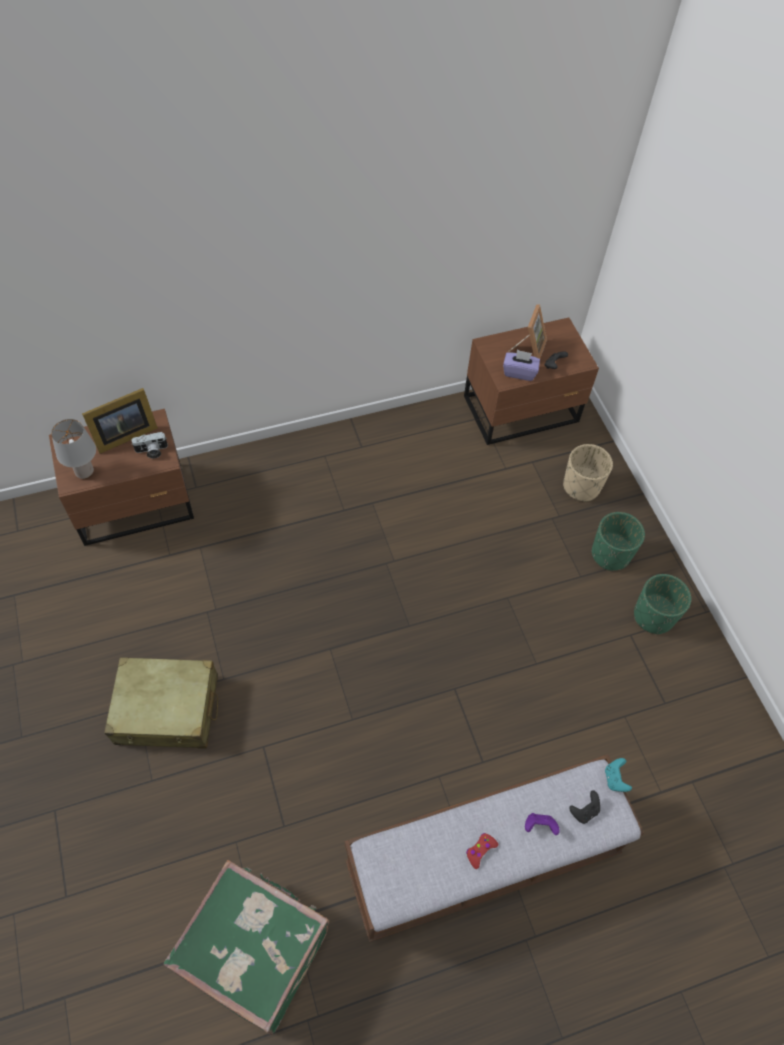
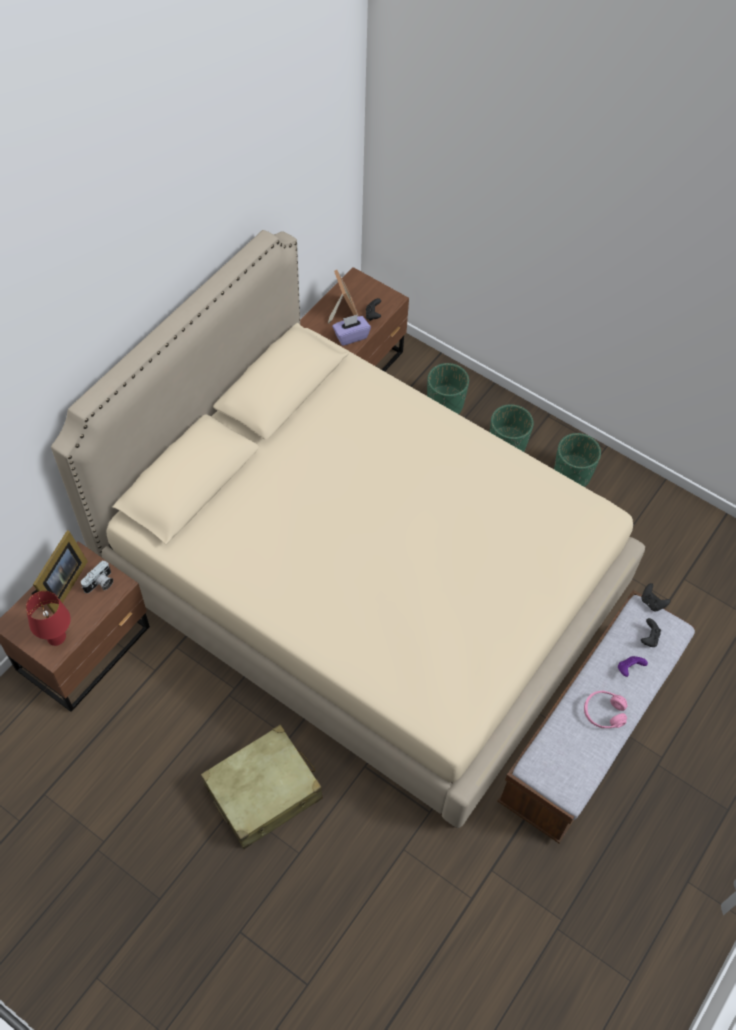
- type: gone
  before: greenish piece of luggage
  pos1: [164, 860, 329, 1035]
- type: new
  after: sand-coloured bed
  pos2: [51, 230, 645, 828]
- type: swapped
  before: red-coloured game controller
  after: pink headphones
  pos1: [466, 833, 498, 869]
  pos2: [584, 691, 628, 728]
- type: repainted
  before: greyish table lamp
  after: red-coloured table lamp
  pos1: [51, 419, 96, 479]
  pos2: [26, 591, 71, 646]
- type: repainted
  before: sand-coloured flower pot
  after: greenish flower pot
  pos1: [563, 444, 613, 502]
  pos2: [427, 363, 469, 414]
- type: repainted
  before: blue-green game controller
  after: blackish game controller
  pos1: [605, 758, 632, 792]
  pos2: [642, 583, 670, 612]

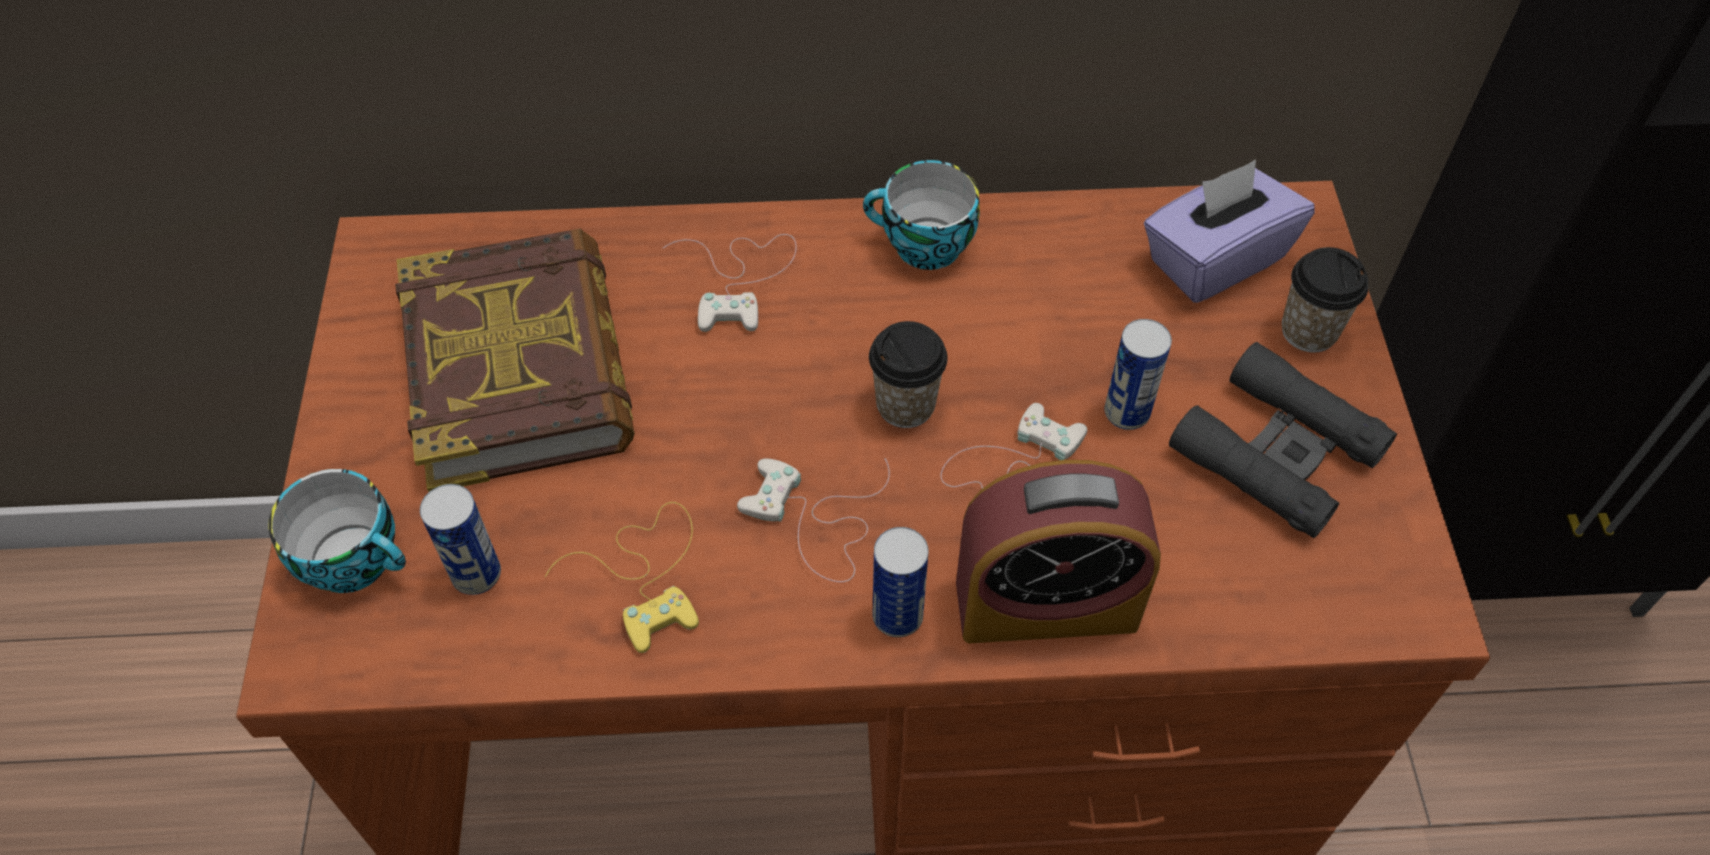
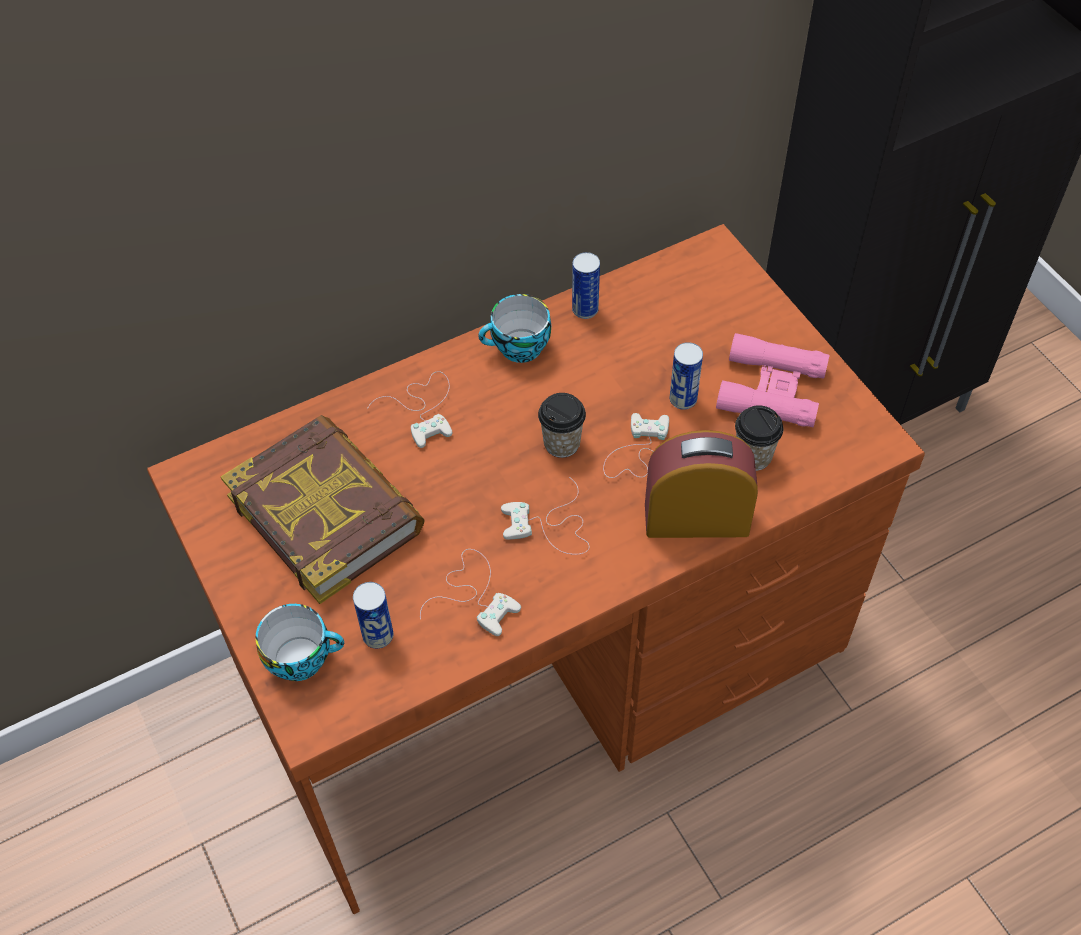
- type: gone
  before: purple-coloured tissue box
  pos1: [1144, 160, 1315, 303]
- type: shifted
  before: metal can
  pos1: [873, 527, 929, 637]
  pos2: [572, 252, 600, 319]
- type: shifted
  before: small cup
  pos1: [1282, 247, 1368, 353]
  pos2: [735, 405, 783, 471]
- type: repainted
  before: yellowish game controller
  after: whitish game controller
  pos1: [545, 502, 699, 653]
  pos2: [420, 549, 521, 636]
- type: repainted
  before: blackish pair of binoculars
  after: pink pair of binoculars
  pos1: [1169, 342, 1397, 538]
  pos2: [716, 333, 829, 427]
- type: rotated
  before: table clock
  pos1: [956, 460, 1161, 643]
  pos2: [645, 430, 758, 538]
  turn: -150

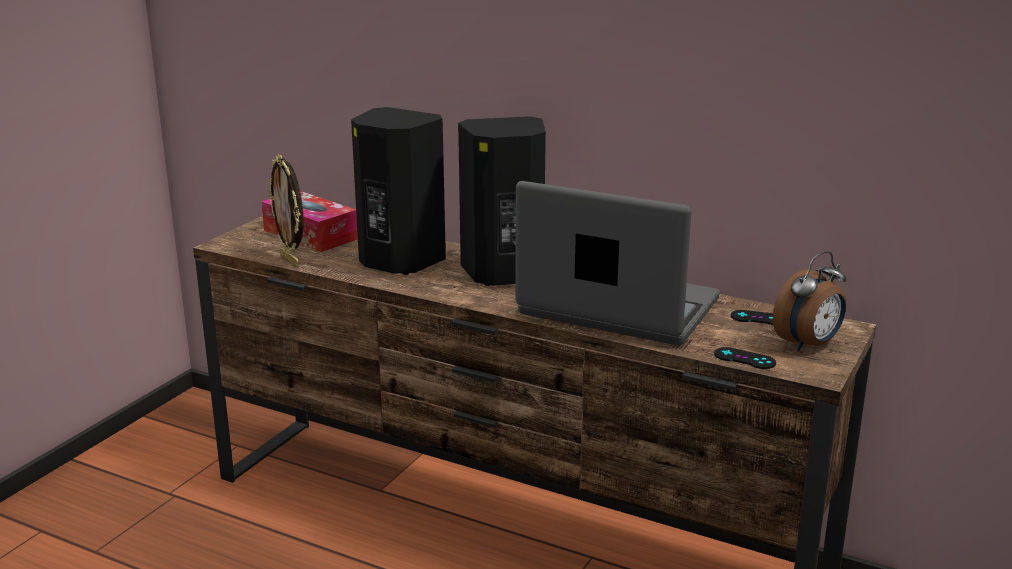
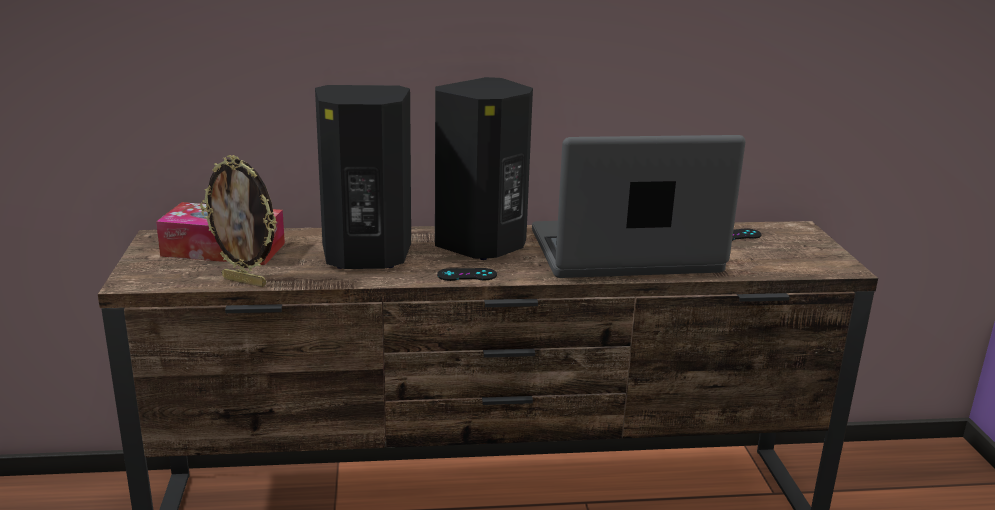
- type: gone
  before: table clock
  pos1: [773, 251, 846, 351]
- type: shifted
  before: blackish game controller
  pos1: [714, 347, 776, 369]
  pos2: [437, 268, 497, 281]

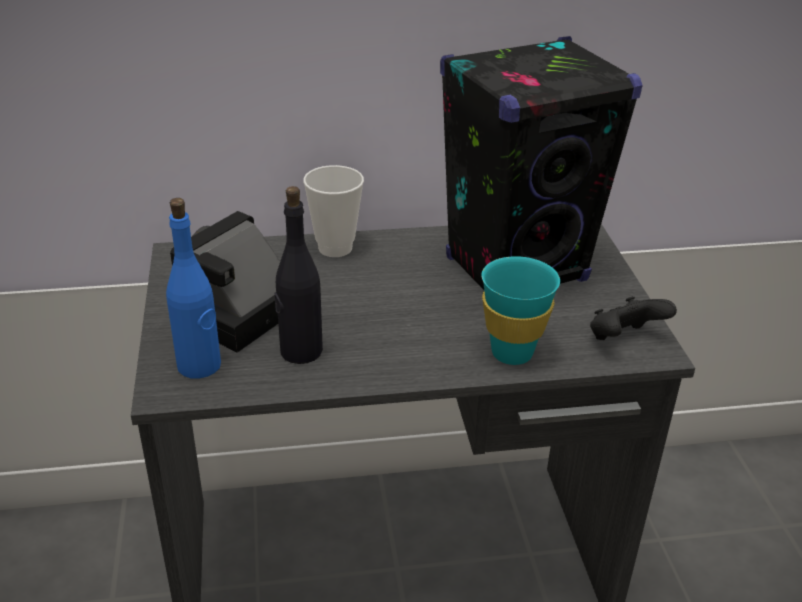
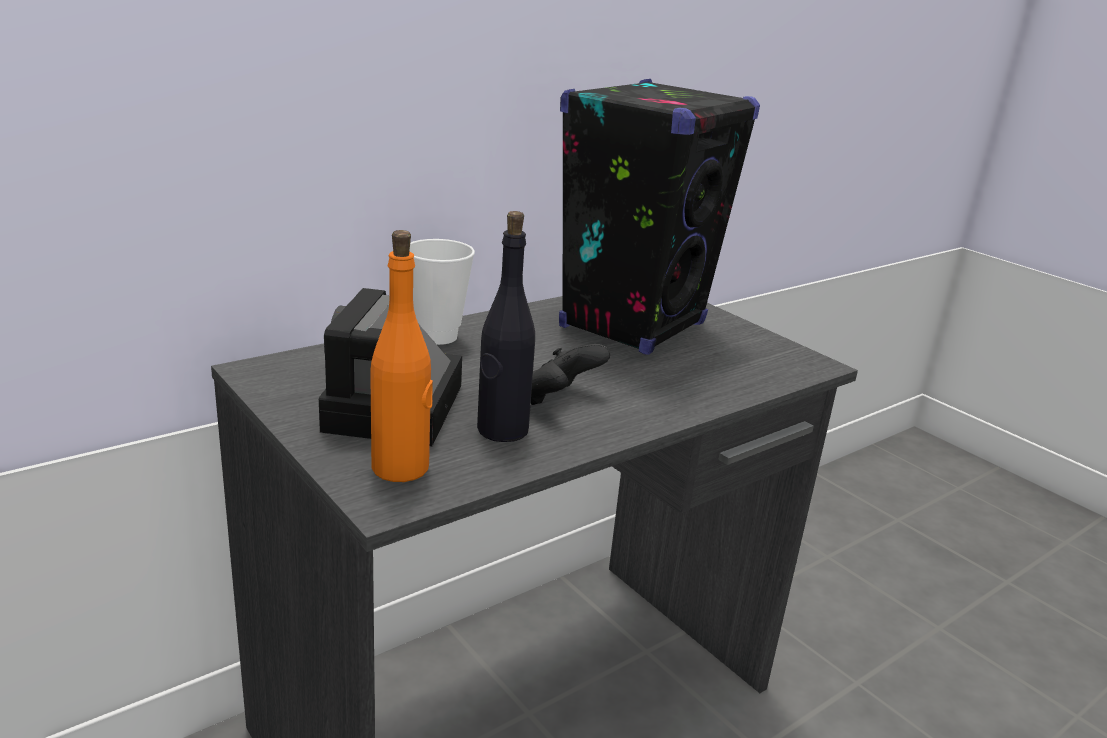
- type: gone
  before: blue-green small cup
  pos1: [482, 256, 560, 365]
- type: shifted
  before: blackish game controller
  pos1: [590, 296, 677, 340]
  pos2: [531, 344, 610, 405]
- type: repainted
  before: bluish drink bottle
  after: orange drink bottle
  pos1: [166, 198, 221, 379]
  pos2: [370, 230, 433, 482]

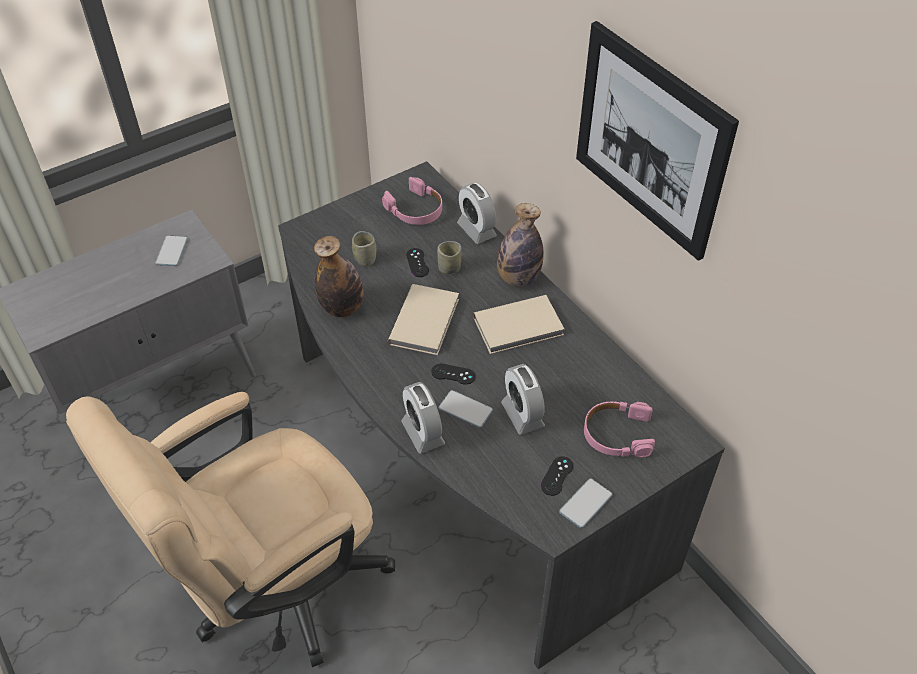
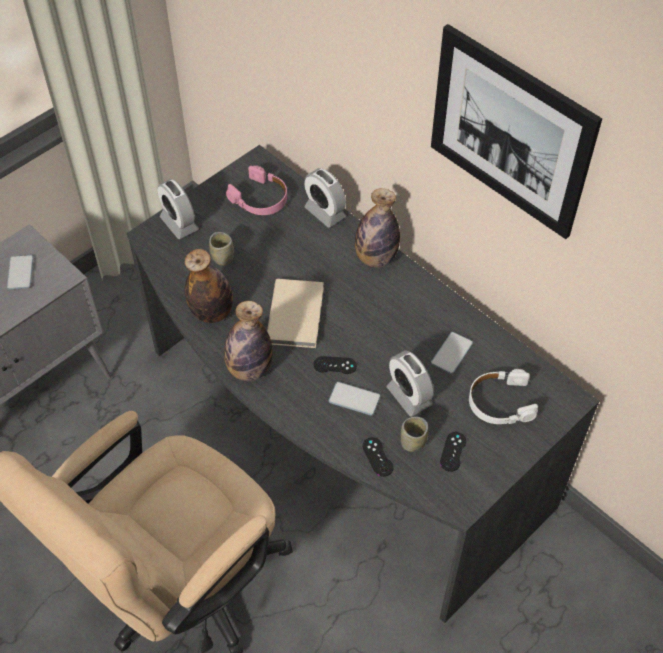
- type: gone
  before: sand-coloured book
  pos1: [473, 295, 564, 354]
- type: new
  after: drink bottle
  pos2: [224, 301, 273, 381]
- type: shifted
  before: table clock
  pos1: [401, 382, 445, 454]
  pos2: [157, 179, 199, 239]
- type: shifted
  before: blackish game controller
  pos1: [406, 248, 429, 277]
  pos2: [362, 437, 394, 477]
- type: shifted
  before: small cup
  pos1: [437, 241, 462, 274]
  pos2: [401, 417, 428, 452]
- type: shifted
  before: handset
  pos1: [559, 478, 613, 528]
  pos2: [431, 332, 473, 374]
- type: repainted
  before: pink headphones
  after: whitish headphones
  pos1: [584, 402, 655, 458]
  pos2: [469, 369, 538, 424]

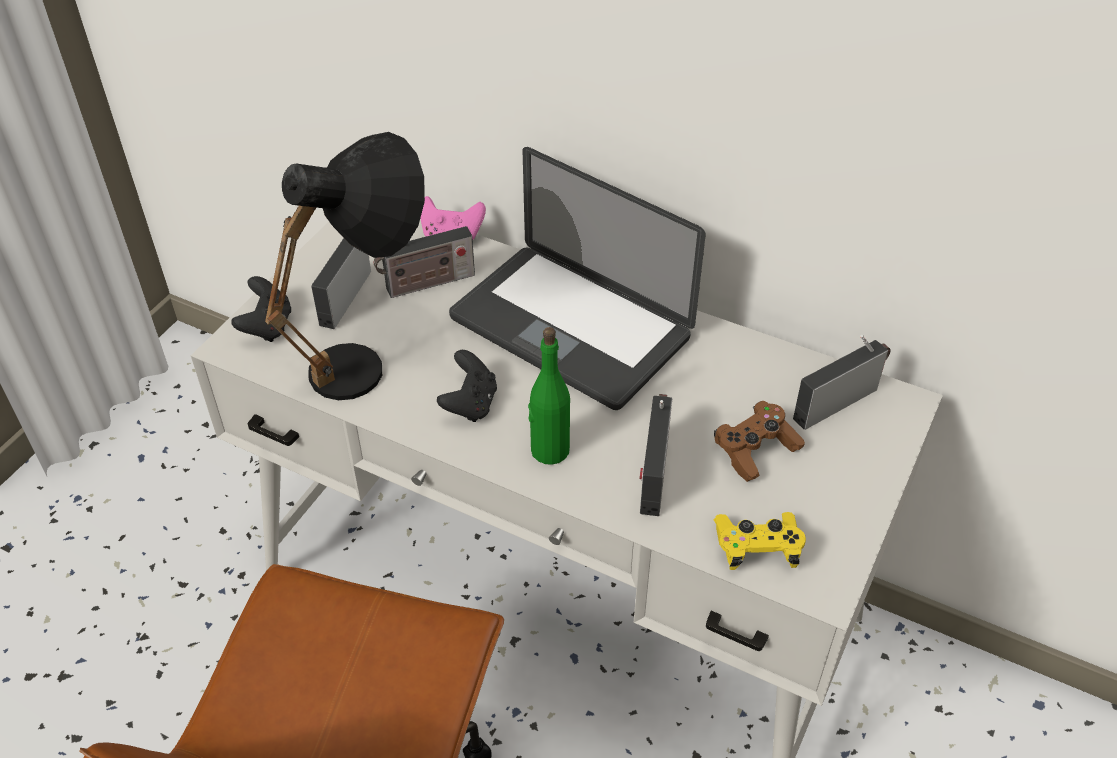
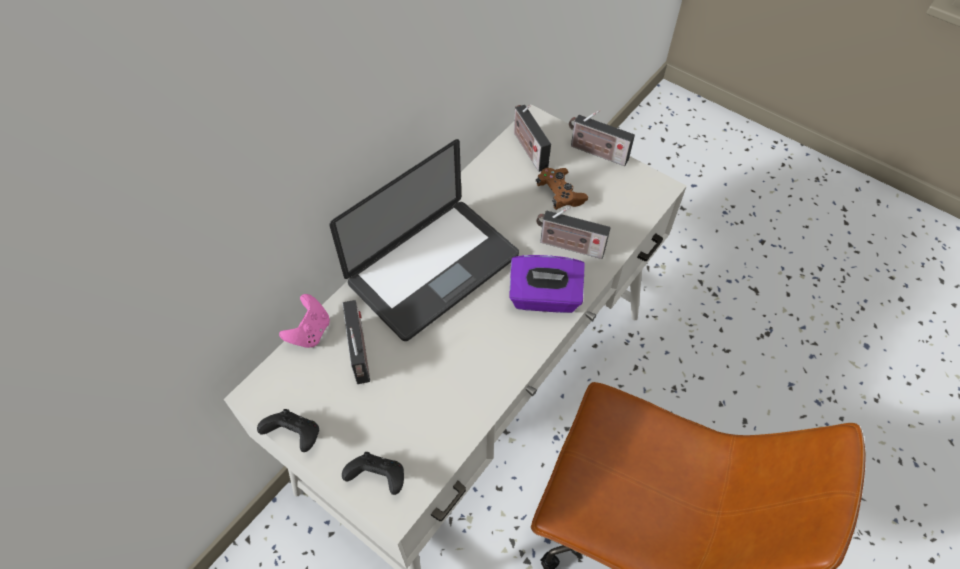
- type: gone
  before: blackish table lamp
  pos1: [265, 132, 425, 400]
- type: gone
  before: yellowish game controller
  pos1: [713, 512, 806, 570]
- type: shifted
  before: radio set
  pos1: [311, 238, 371, 329]
  pos2: [569, 110, 635, 166]
- type: shifted
  before: blackish game controller
  pos1: [437, 350, 497, 422]
  pos2: [257, 409, 319, 452]
- type: swapped
  before: greenish drink bottle
  after: purple-coloured tissue box
  pos1: [528, 327, 570, 465]
  pos2: [509, 255, 585, 313]

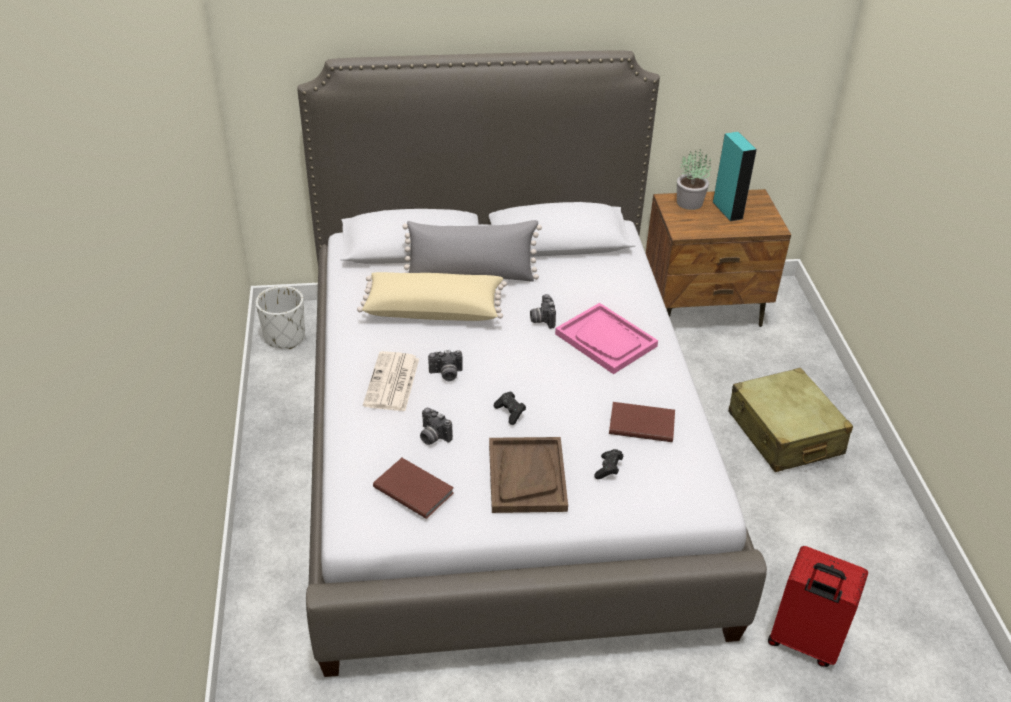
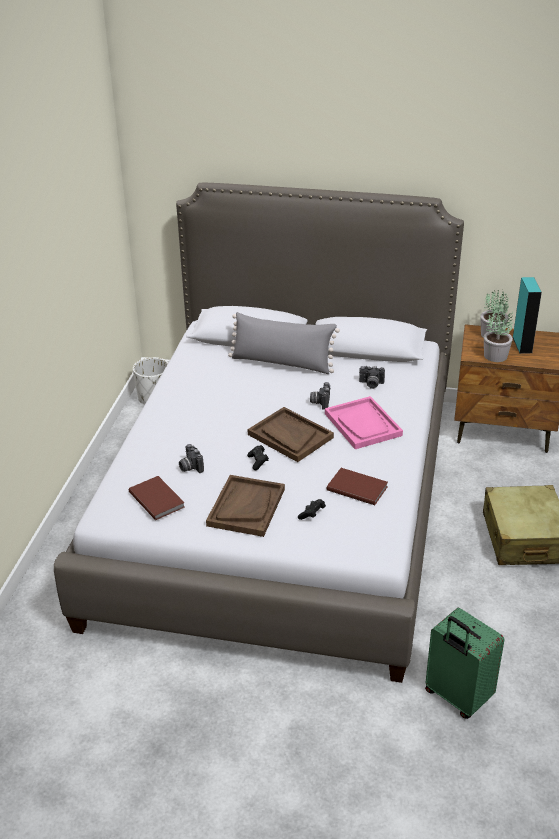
- type: gone
  before: sand-coloured pillow
  pos1: [357, 272, 507, 321]
- type: gone
  before: newspaper
  pos1: [363, 351, 419, 411]
- type: new
  after: brown-coloured serving tray
  pos2: [248, 407, 334, 462]
- type: new
  after: plant in a pot
  pos2: [484, 309, 513, 362]
- type: shifted
  before: photo camera
  pos1: [428, 350, 463, 382]
  pos2: [359, 366, 385, 389]
- type: repainted
  before: red-coloured piece of luggage
  after: greenish piece of luggage
  pos1: [768, 546, 868, 667]
  pos2: [425, 608, 504, 719]

